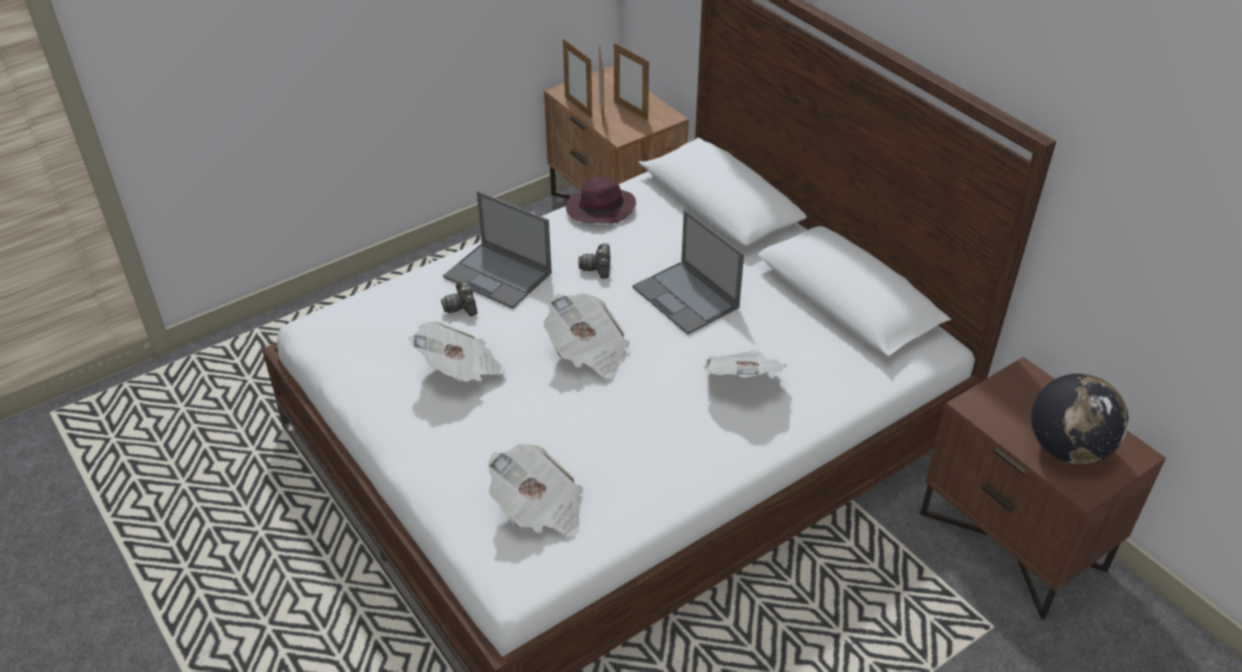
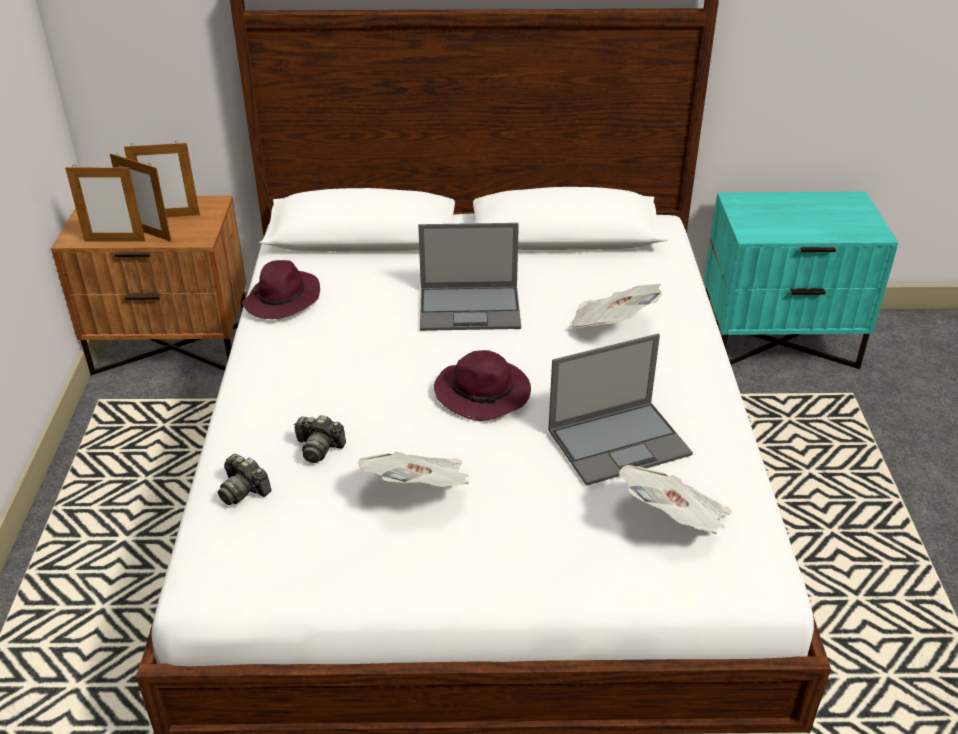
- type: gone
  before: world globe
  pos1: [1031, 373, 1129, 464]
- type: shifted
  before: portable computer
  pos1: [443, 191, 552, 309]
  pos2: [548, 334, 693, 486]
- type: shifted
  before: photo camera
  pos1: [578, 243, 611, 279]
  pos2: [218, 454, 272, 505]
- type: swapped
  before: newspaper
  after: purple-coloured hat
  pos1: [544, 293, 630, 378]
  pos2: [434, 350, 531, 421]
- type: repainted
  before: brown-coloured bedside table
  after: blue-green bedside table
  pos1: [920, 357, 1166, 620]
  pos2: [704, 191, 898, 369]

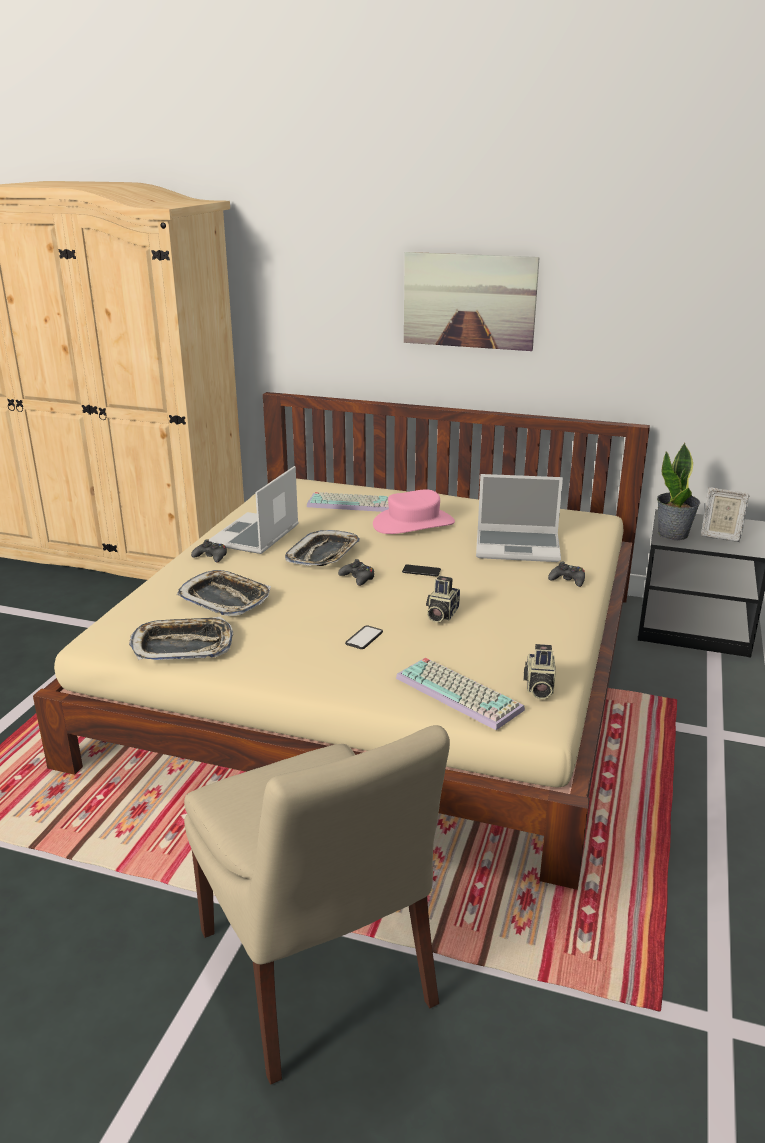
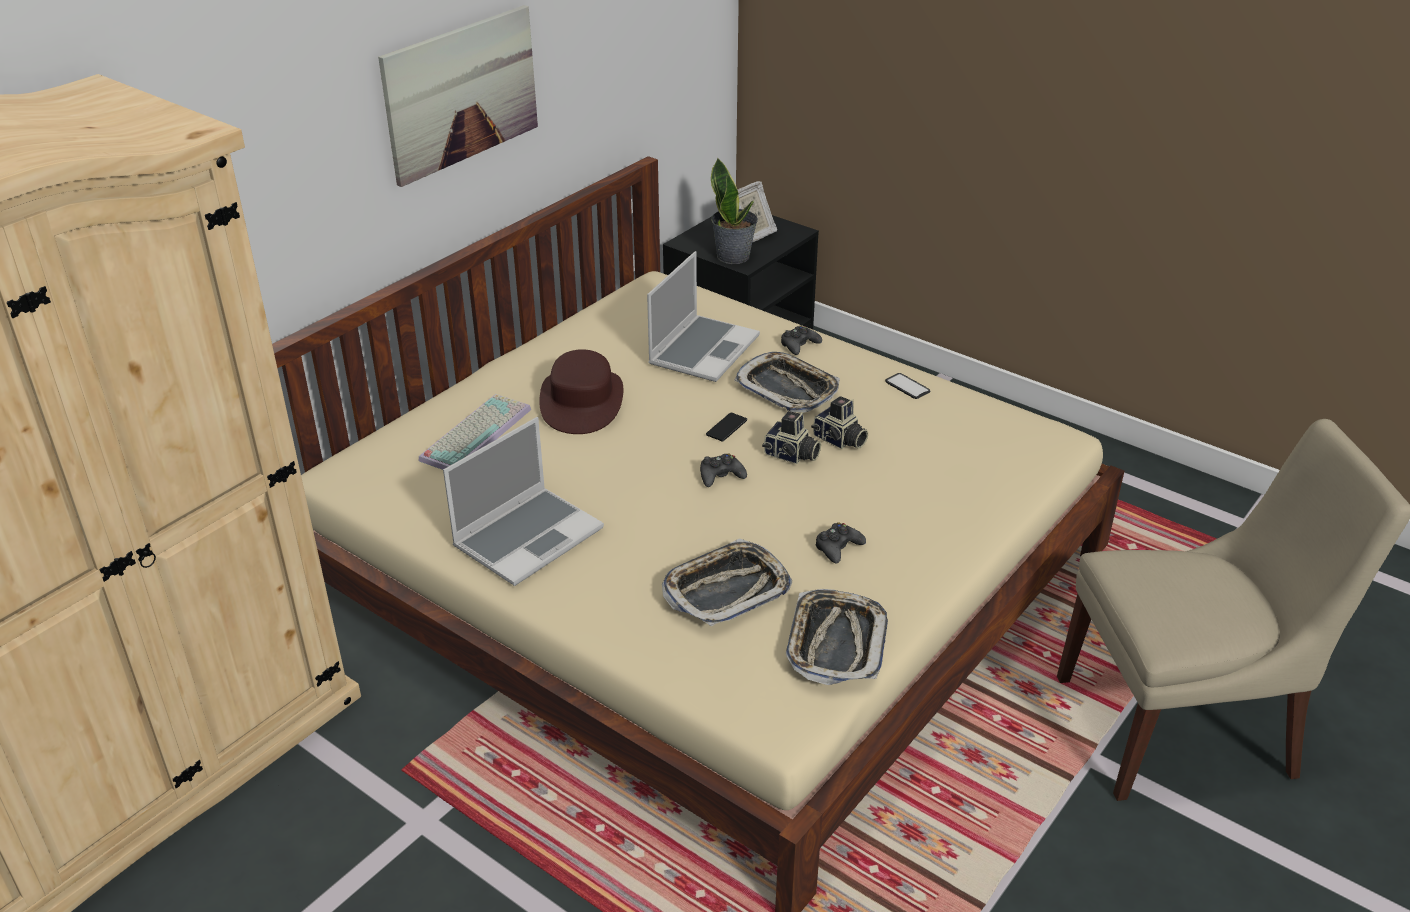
- type: gone
  before: PC keyboard
  pos1: [396, 658, 525, 730]
- type: shifted
  before: blackish game controller
  pos1: [191, 539, 227, 563]
  pos2: [816, 522, 866, 564]
- type: shifted
  before: serving tray
  pos1: [285, 530, 360, 566]
  pos2: [734, 352, 840, 413]
- type: shifted
  before: handset
  pos1: [345, 625, 383, 649]
  pos2: [885, 373, 930, 399]
- type: shifted
  before: photo camera
  pos1: [524, 644, 556, 699]
  pos2: [762, 411, 821, 464]
- type: repainted
  before: pink hat
  after: brown-coloured hat
  pos1: [373, 489, 455, 534]
  pos2: [539, 349, 623, 434]
- type: rotated
  before: portable computer
  pos1: [209, 466, 299, 554]
  pos2: [443, 417, 604, 586]
  turn: -90

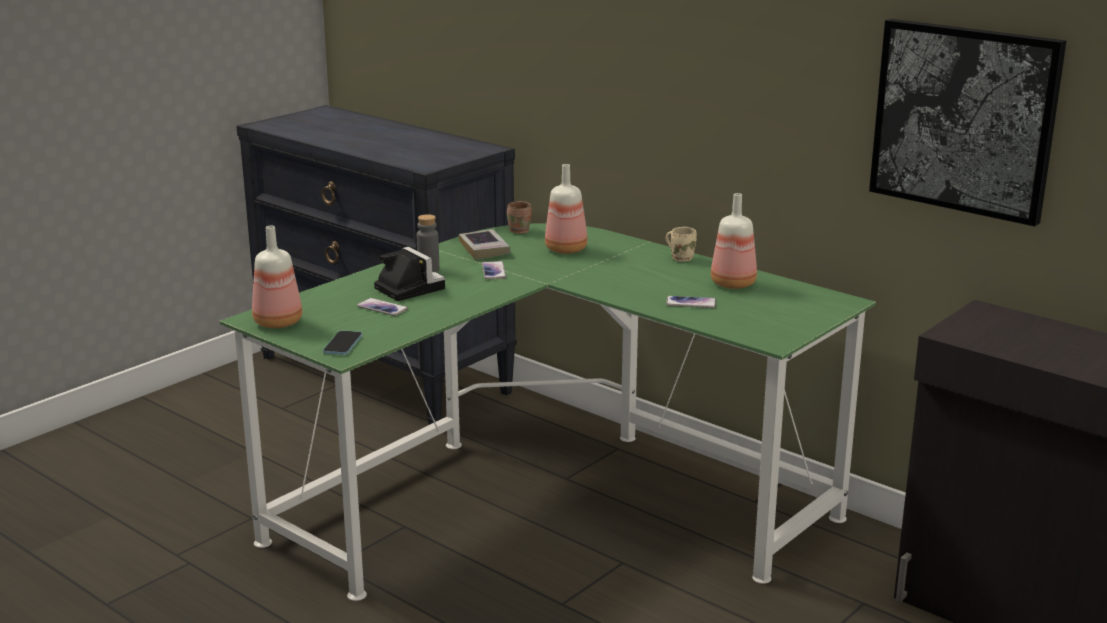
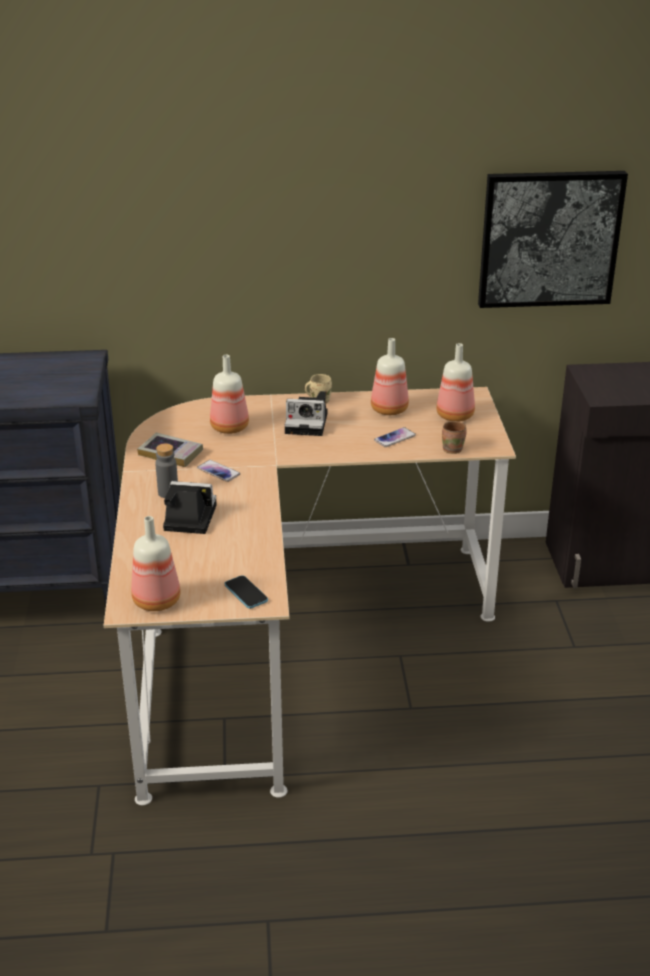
- type: gone
  before: handset
  pos1: [357, 298, 408, 316]
- type: new
  after: photo camera
  pos2: [284, 391, 327, 436]
- type: new
  after: drink bottle
  pos2: [436, 343, 475, 422]
- type: shifted
  before: brown-coloured tea mug
  pos1: [507, 201, 532, 234]
  pos2: [442, 421, 467, 454]
- type: repainted
  before: greenish desk table
  after: sand-coloured desk table
  pos1: [219, 223, 876, 601]
  pos2: [104, 387, 516, 805]

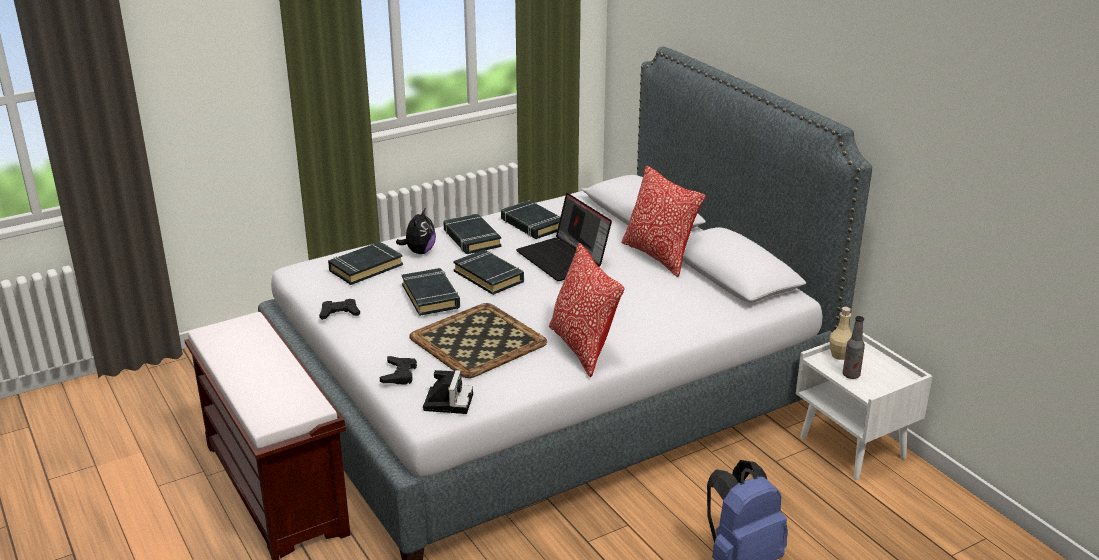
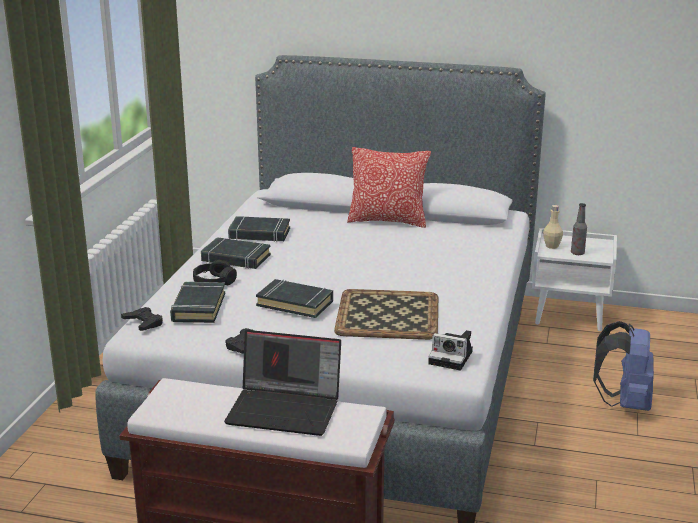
- type: gone
  before: blackish book
  pos1: [453, 250, 524, 295]
- type: gone
  before: pillow
  pos1: [549, 243, 625, 377]
- type: shifted
  before: blackish game controller
  pos1: [380, 356, 417, 384]
  pos2: [121, 307, 163, 331]
- type: shifted
  before: portable computer
  pos1: [516, 193, 612, 281]
  pos2: [224, 330, 341, 436]
- type: swapped
  before: plush toy
  after: blackish headphones
  pos1: [396, 207, 436, 254]
  pos2: [193, 260, 237, 285]
- type: rotated
  before: photo camera
  pos1: [423, 370, 473, 414]
  pos2: [428, 330, 473, 370]
  turn: 150

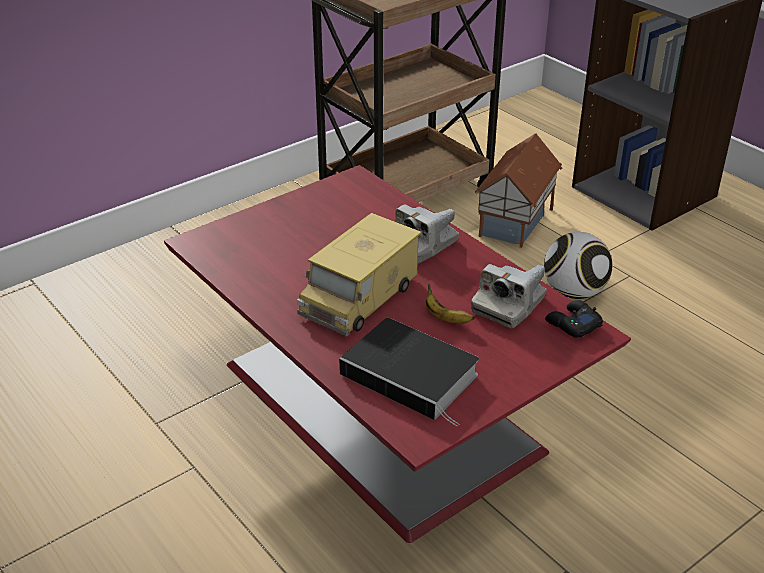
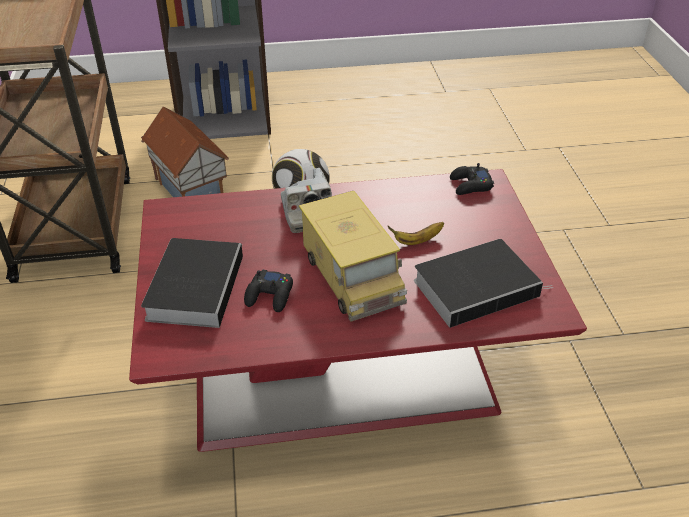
- type: gone
  before: photo camera
  pos1: [471, 264, 547, 328]
- type: new
  after: book
  pos2: [141, 238, 243, 328]
- type: new
  after: blackish game controller
  pos2: [244, 270, 293, 312]

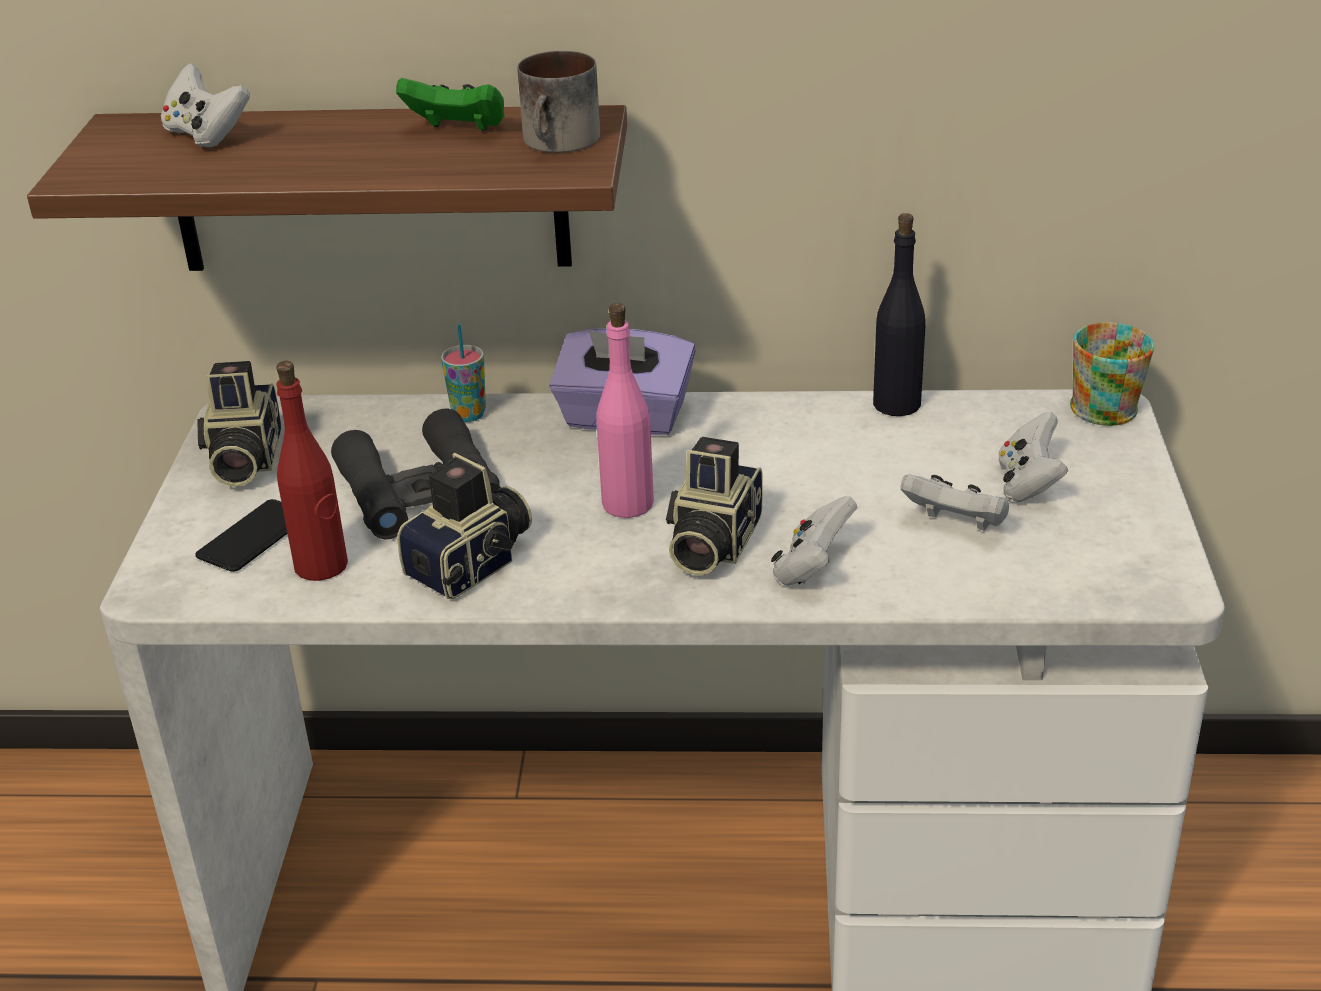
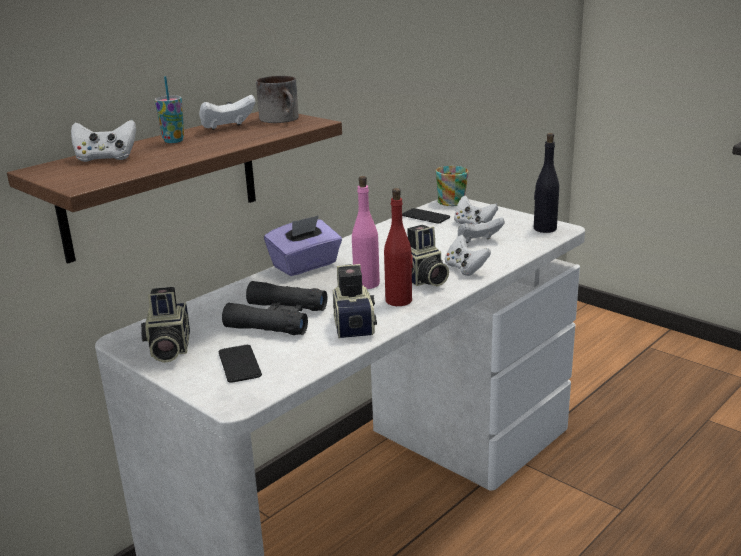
- type: new
  after: handset
  pos2: [402, 208, 450, 224]
- type: shifted
  before: red-coloured drink bottle
  pos1: [276, 361, 348, 581]
  pos2: [384, 188, 413, 306]
- type: shifted
  before: small cup
  pos1: [441, 324, 486, 422]
  pos2: [155, 76, 184, 143]
- type: shifted
  before: blackish drink bottle
  pos1: [873, 213, 925, 416]
  pos2: [534, 133, 559, 233]
- type: repainted
  before: greenish game controller
  after: whitish game controller
  pos1: [396, 78, 505, 131]
  pos2: [199, 95, 256, 130]
- type: rotated
  before: photo camera
  pos1: [197, 361, 281, 487]
  pos2: [141, 287, 190, 363]
  turn: 45

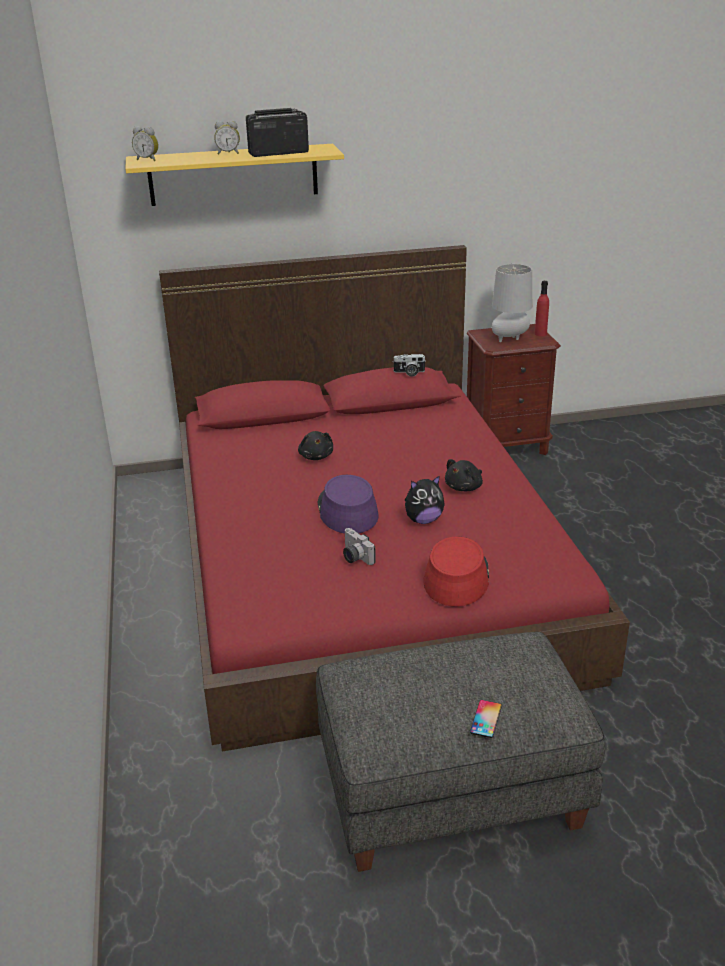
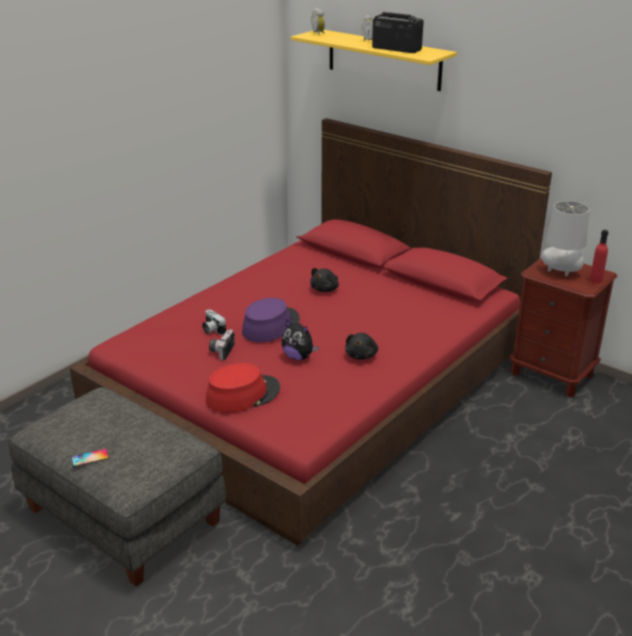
- type: shifted
  before: photo camera
  pos1: [392, 354, 425, 377]
  pos2: [202, 309, 226, 335]
- type: rotated
  before: blackish plush toy
  pos1: [445, 459, 483, 491]
  pos2: [345, 333, 378, 360]
  turn: -75

